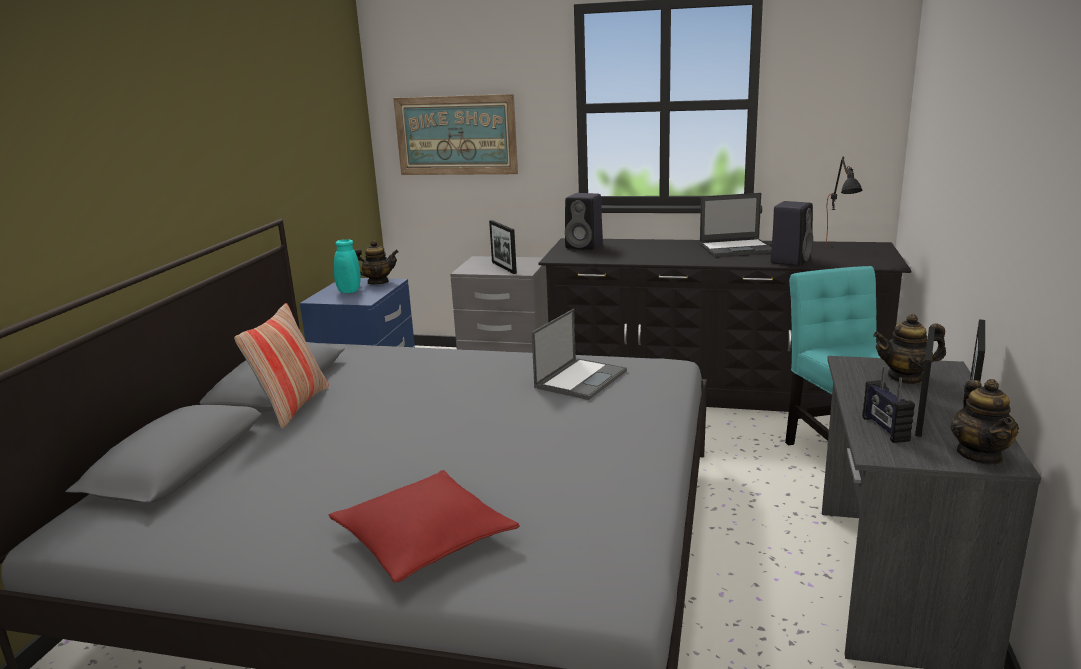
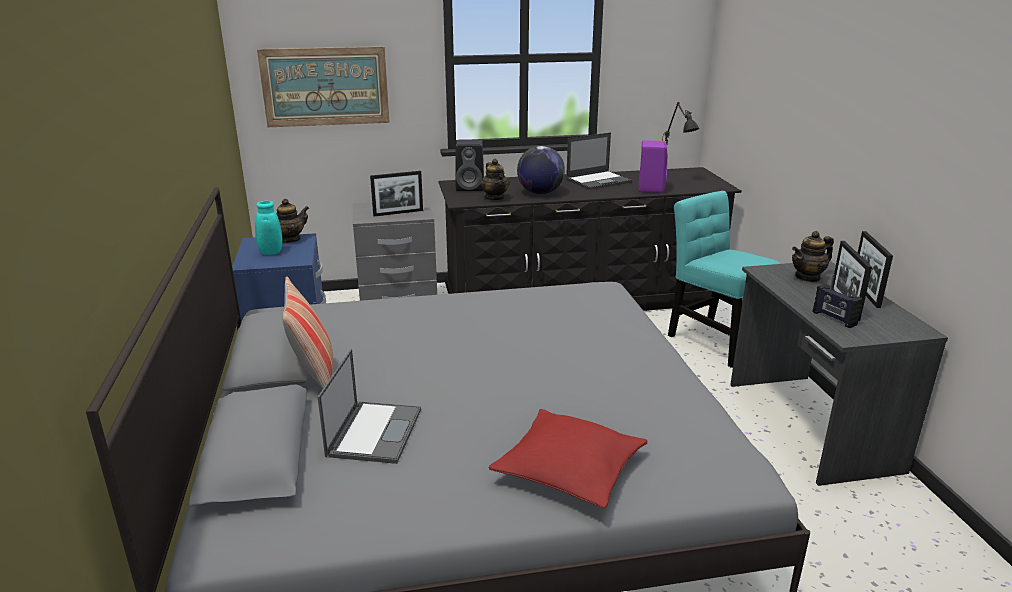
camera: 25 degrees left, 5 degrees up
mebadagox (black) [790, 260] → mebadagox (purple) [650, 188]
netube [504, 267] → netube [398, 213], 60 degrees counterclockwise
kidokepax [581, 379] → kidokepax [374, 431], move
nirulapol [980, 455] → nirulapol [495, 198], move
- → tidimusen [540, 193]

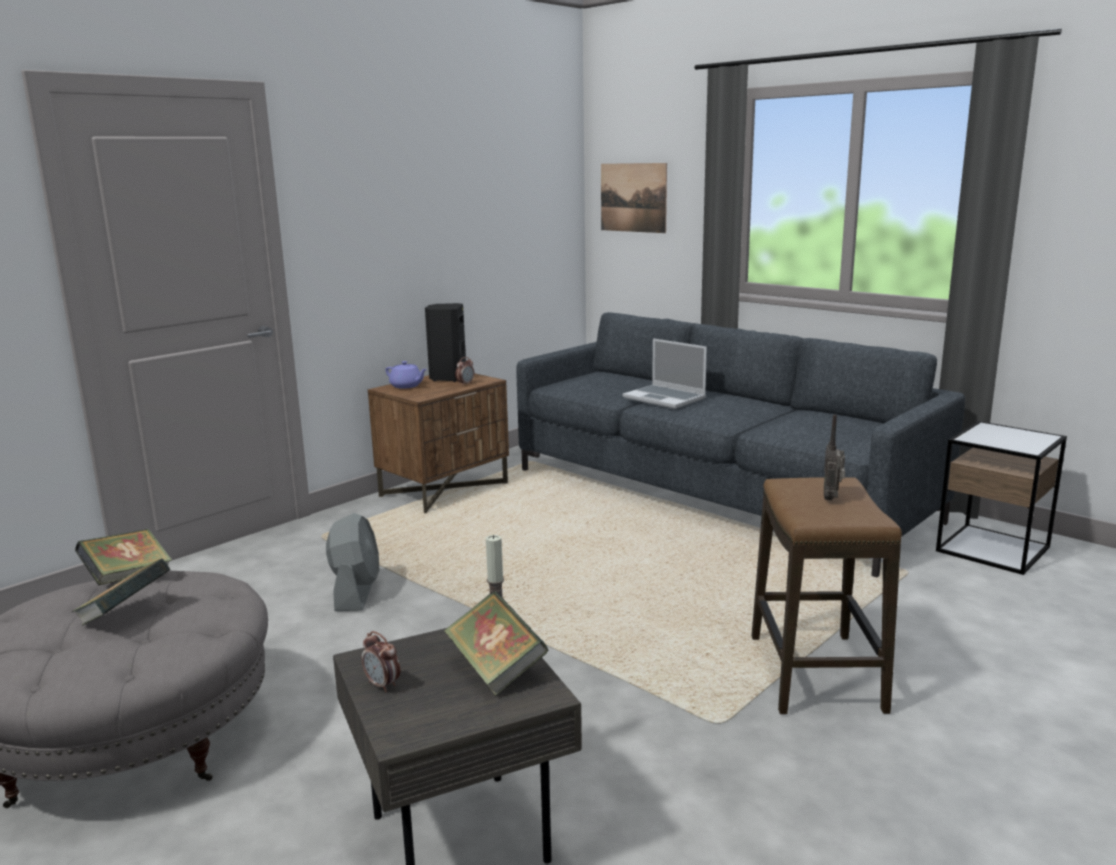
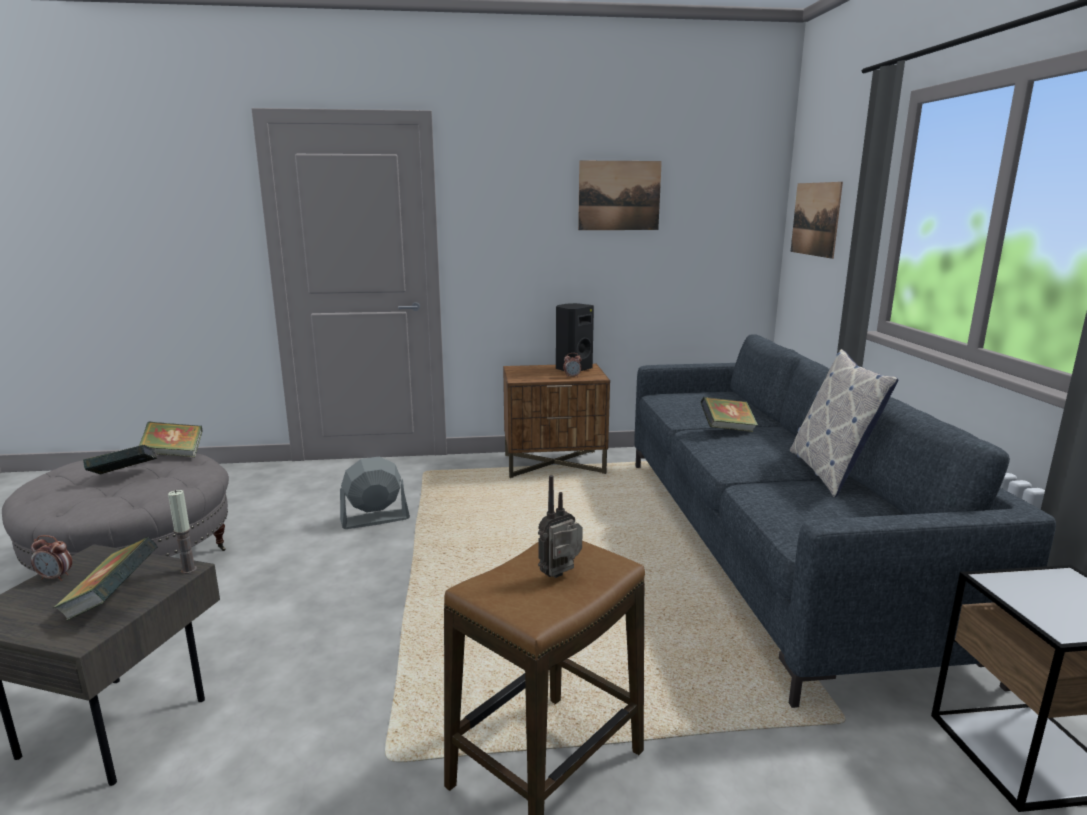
camera: 40 degrees right, 0 degrees up
kidokepax [665, 398] → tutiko [727, 429]
nirulapol (purple) [406, 386] → -
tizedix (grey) [356, 592] → tizedix (grey) [374, 519], 150 degrees counterclockwise
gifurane [382, 685] → gifurane [56, 577], 75 degrees counterclockwise
- → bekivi [619, 195]
- → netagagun [830, 472]

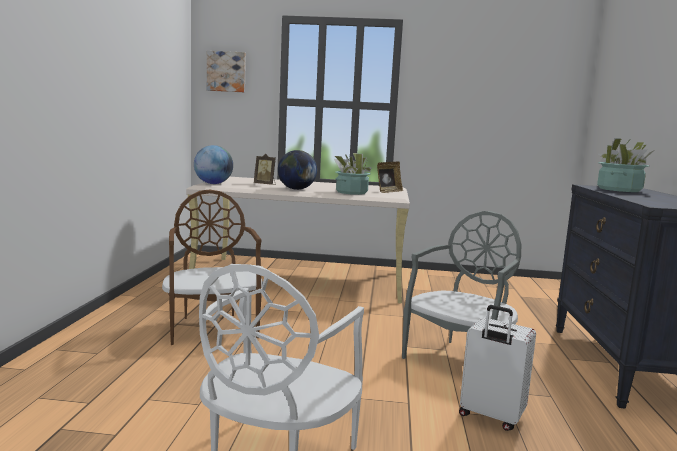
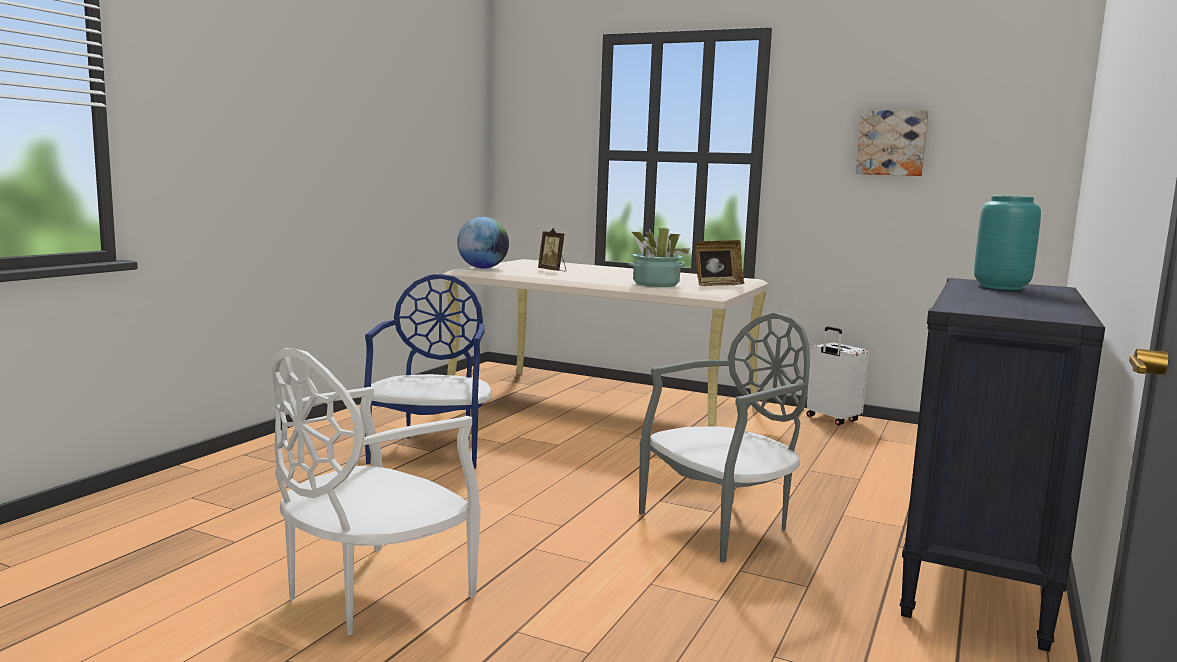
camera: 20 degrees right, 0 degrees up
bekivi [226, 72] → bekivi [891, 143], move
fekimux [619, 190] → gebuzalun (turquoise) [1001, 287]
tidimusen [296, 189] → -
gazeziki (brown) [212, 327] → gazeziki (blue) [431, 451]
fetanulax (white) [490, 417] → fetanulax (white) [832, 419], move

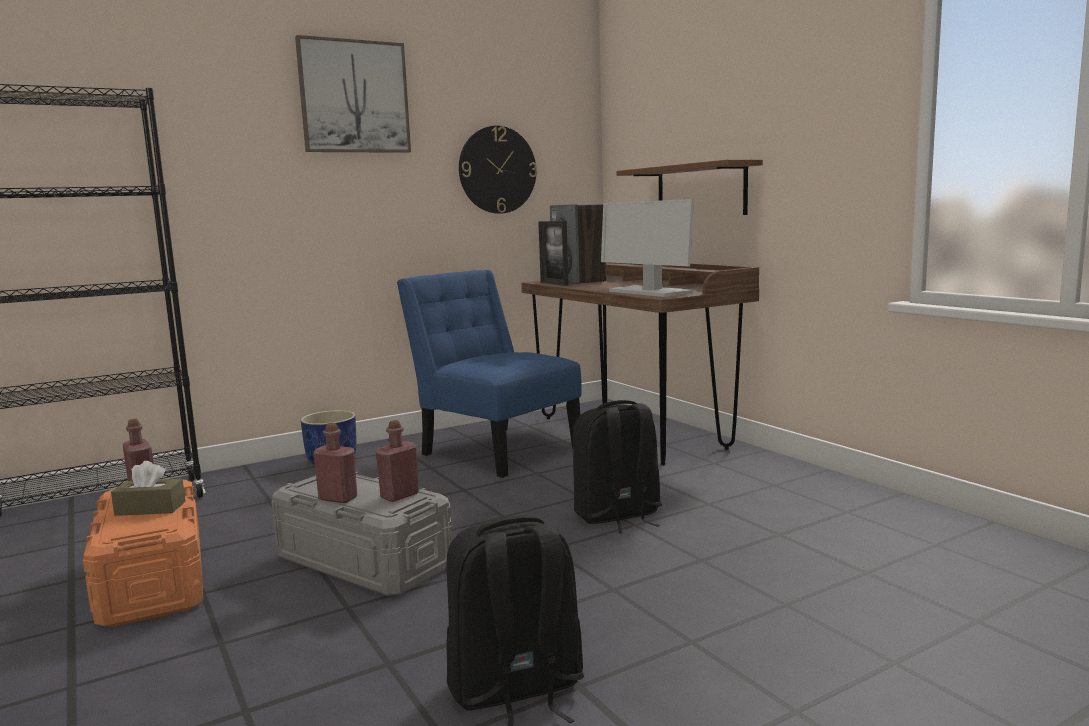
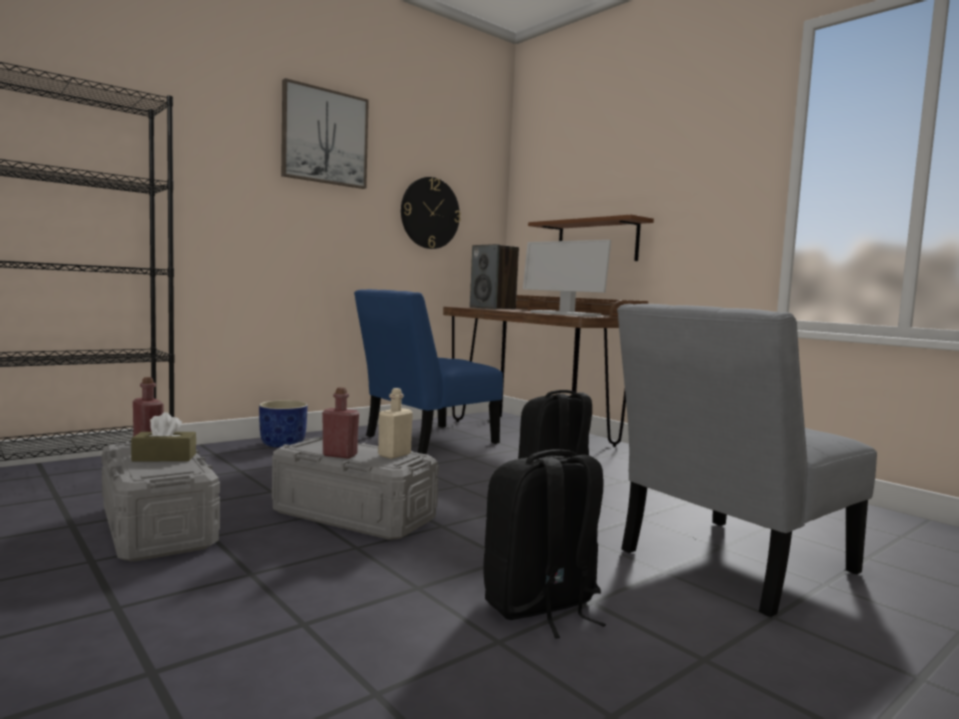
camera: 10 degrees left, 5 degrees down
netube [554, 284] → -
gazeziki (blue) [496, 450] → gazeziki (blue) [425, 441], 75 degrees counterclockwise
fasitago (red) [399, 495] → fasitago (beige) [394, 455]
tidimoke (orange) [153, 580] → tidimoke (grey) [158, 526]
- → gazeziki (grey) [729, 565]

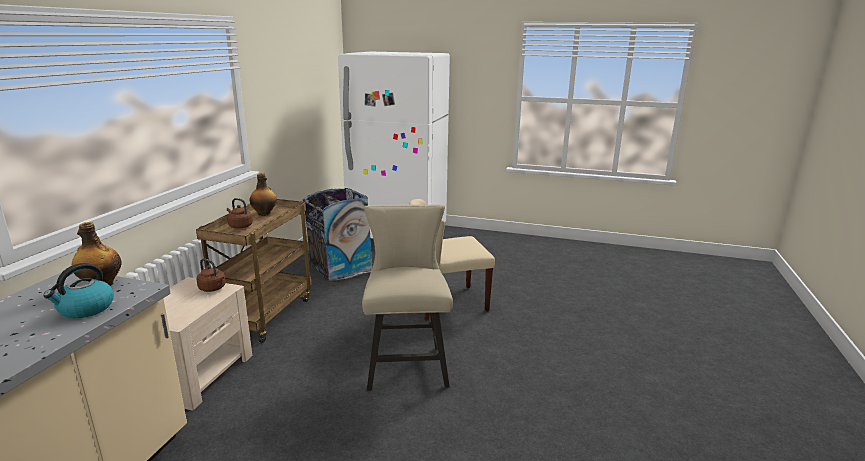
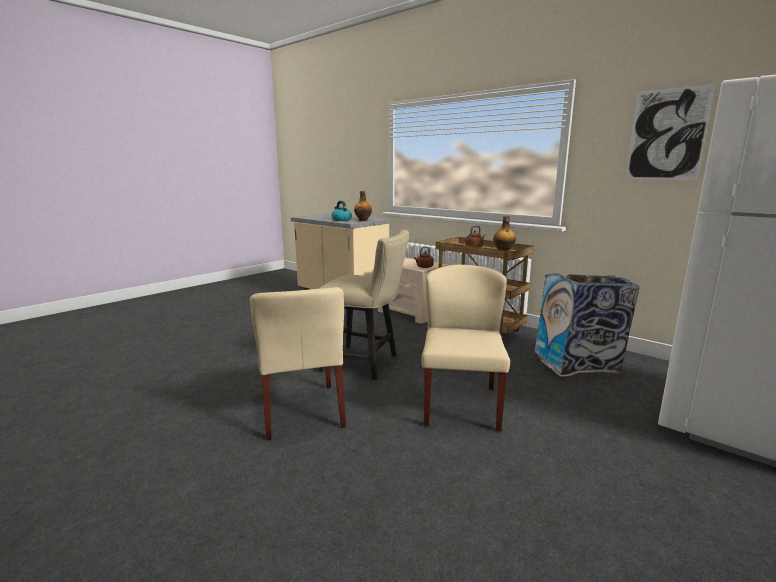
camera: 115 degrees right, 5 degrees down
- → bekivi [667, 134]
- → gazeziki (beige) [302, 411]

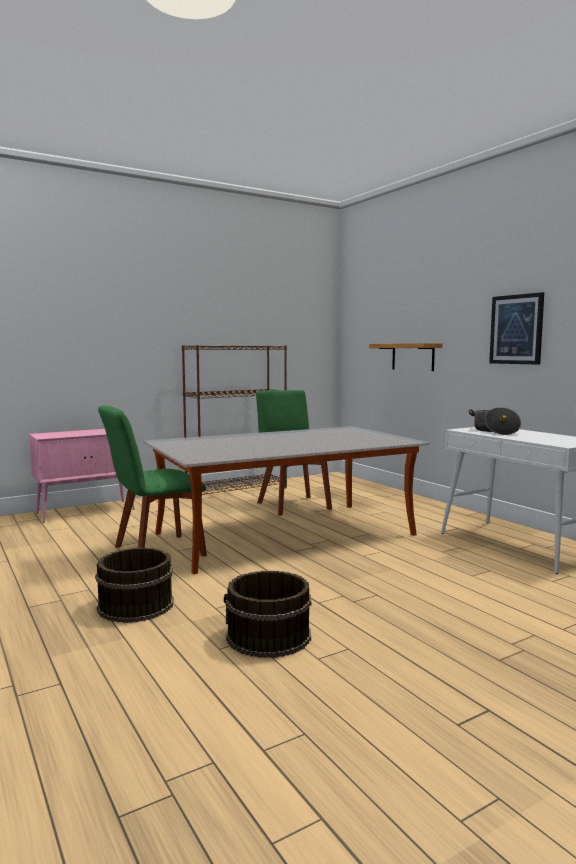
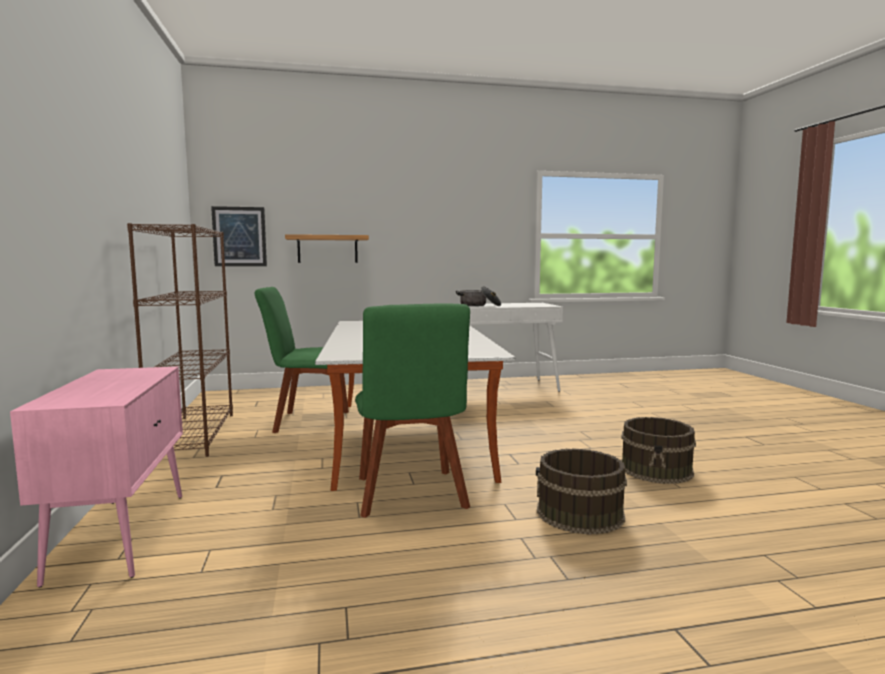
camera: 70 degrees left, 0 degrees up
bekivi [516, 329] → bekivi [239, 236], move

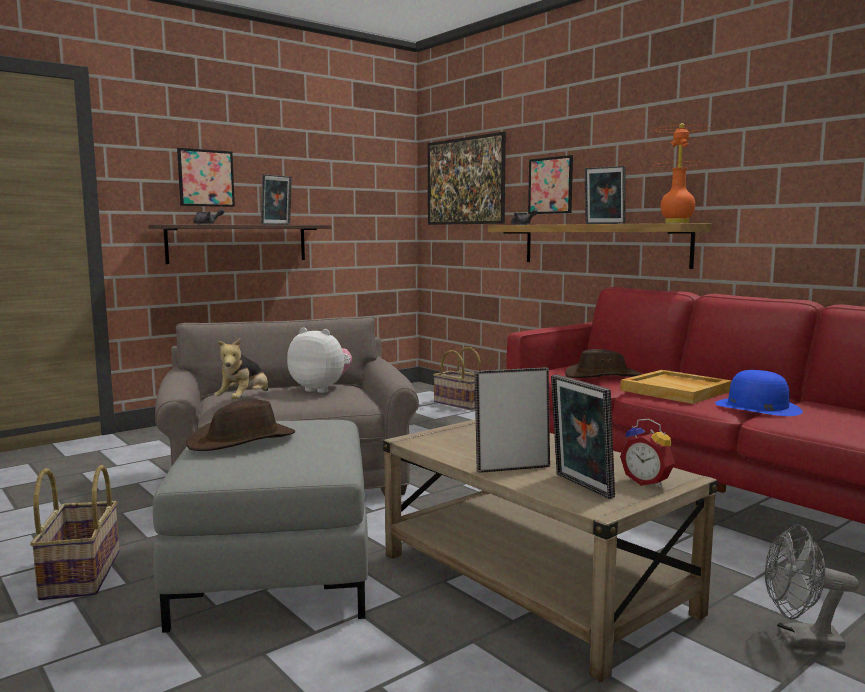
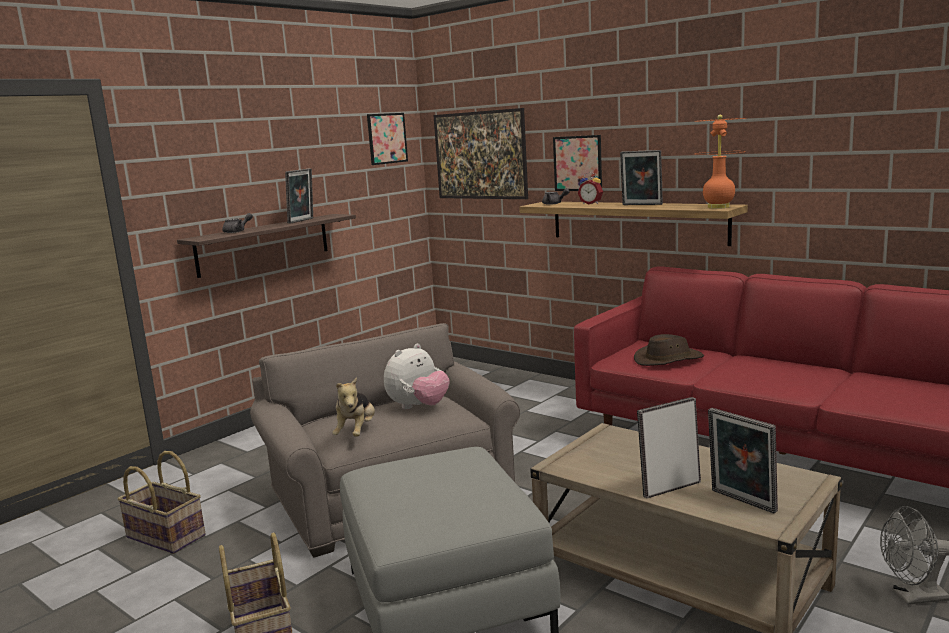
camera: 10 degrees left, 5 degrees up
bekivi [206, 178] → bekivi [387, 138], move
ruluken [321, 389] → ruluken [418, 407], 120 degrees clockwise
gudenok [459, 404] → gudenok [164, 537], move
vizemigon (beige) [677, 390] → -
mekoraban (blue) [757, 407] → -
mekoraban (brown) [242, 441] → -
gifurane [648, 482] → gifurane [591, 203], move

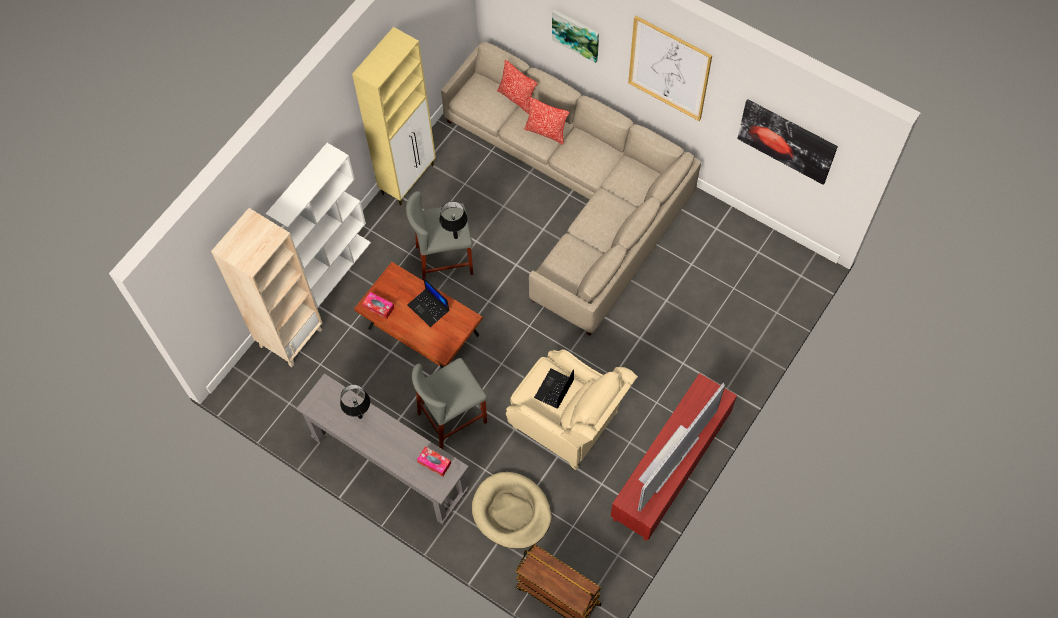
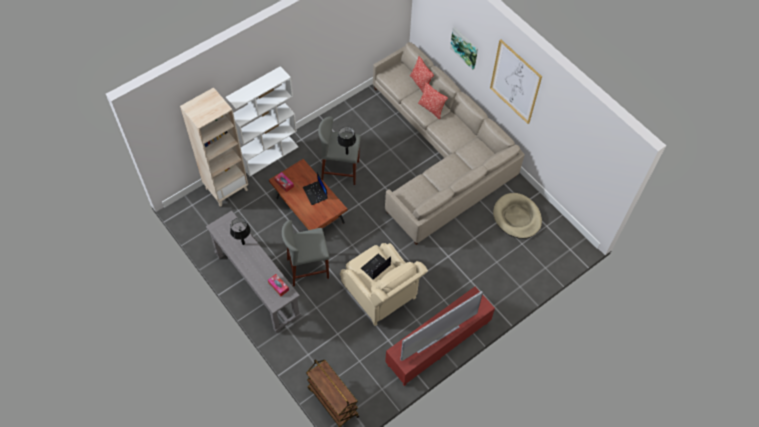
camera: 15 degrees right, 5 degrees down
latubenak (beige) [408, 179] → -
bekivi [786, 141] → -
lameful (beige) [511, 512] → lameful (beige) [517, 217], move

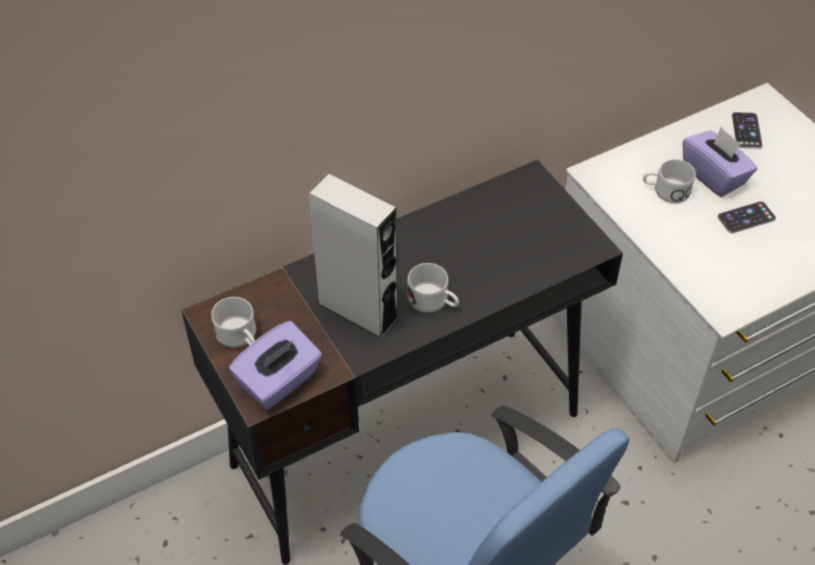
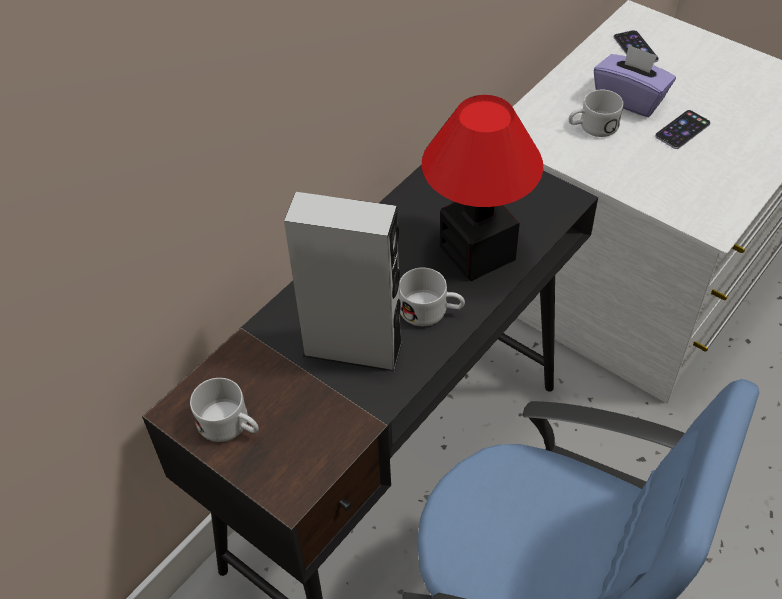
camera: 20 degrees left, 0 degrees up
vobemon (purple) [279, 381] → -
- → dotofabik [476, 252]

